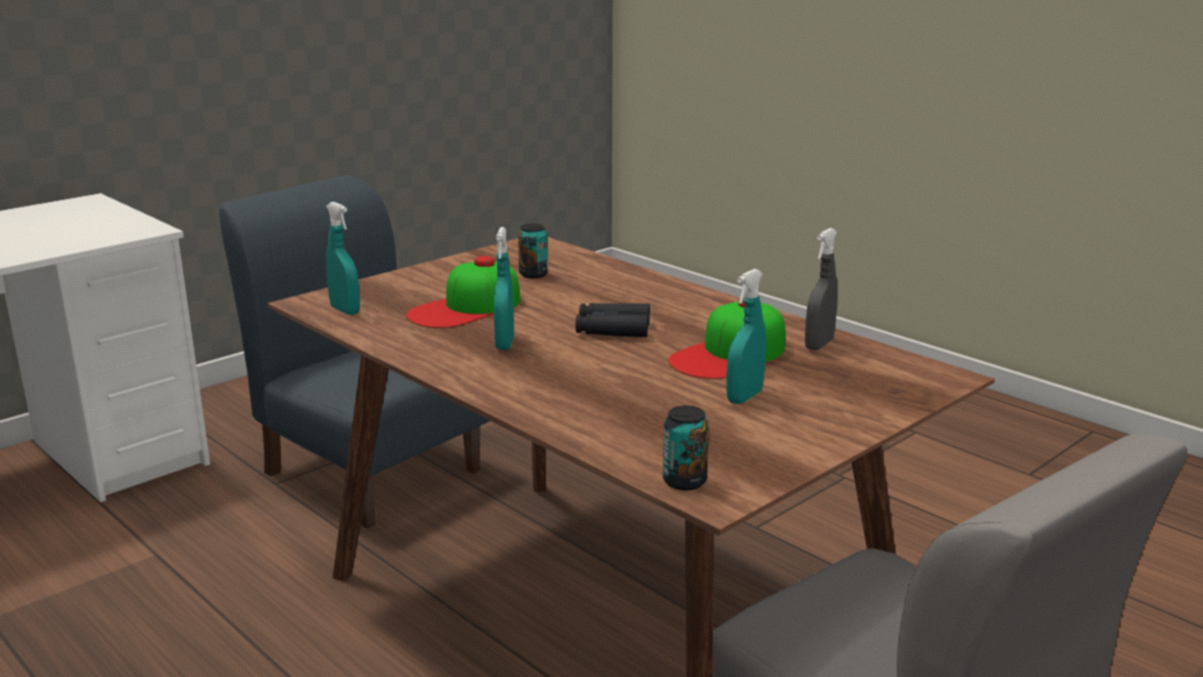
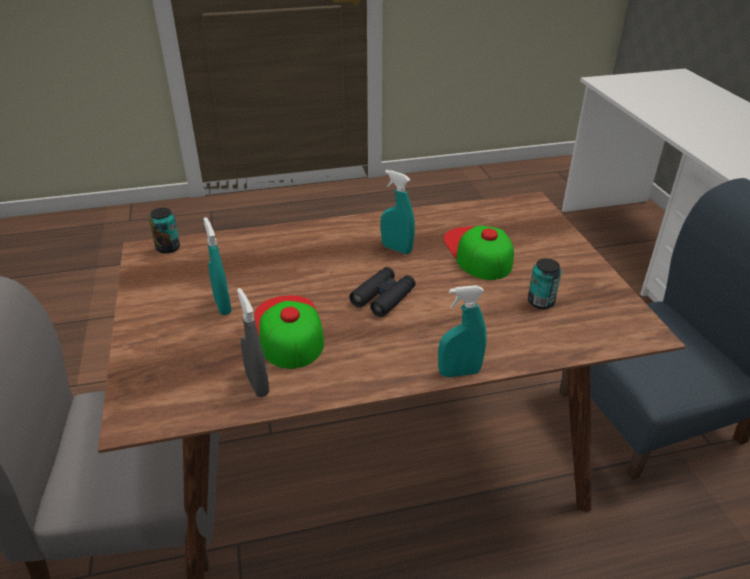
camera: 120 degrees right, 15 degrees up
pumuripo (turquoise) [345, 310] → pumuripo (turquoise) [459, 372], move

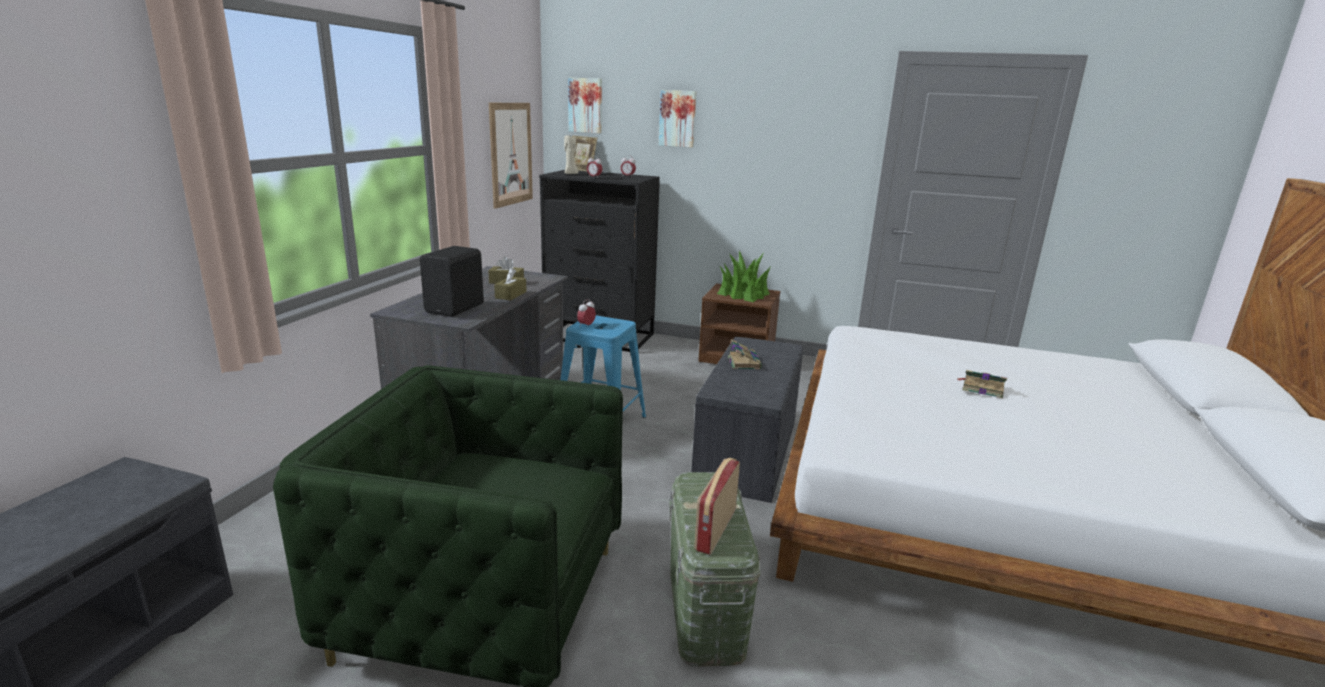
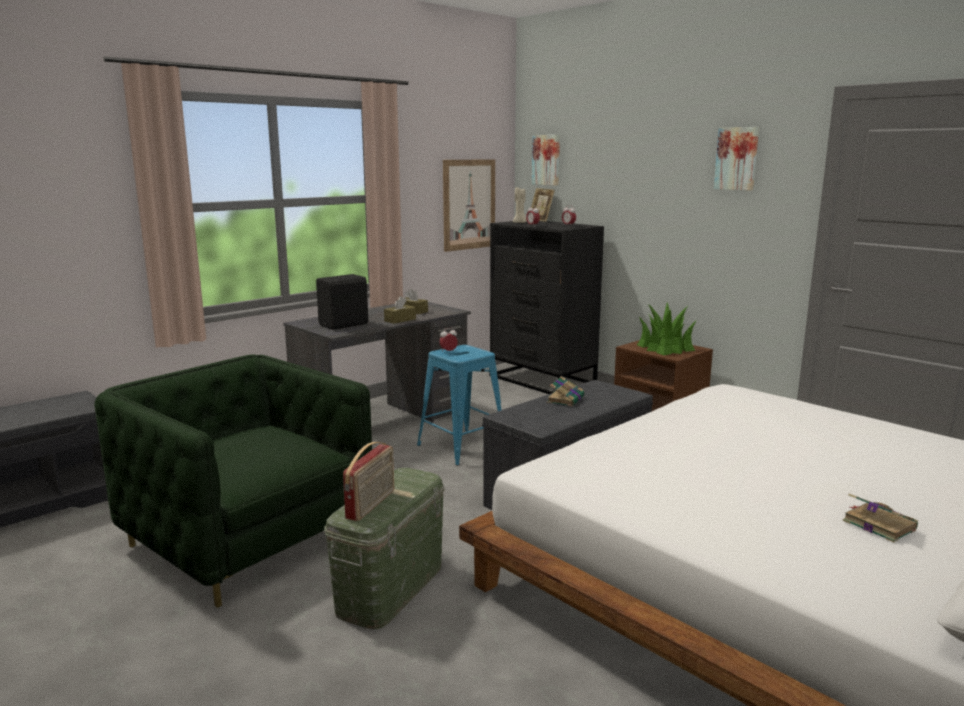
camera: 30 degrees right, 5 degrees down
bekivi [677, 118] → bekivi [737, 158], move
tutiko [981, 388] → tutiko [877, 524], move
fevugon [714, 529] → fevugon [371, 505], 150 degrees clockwise

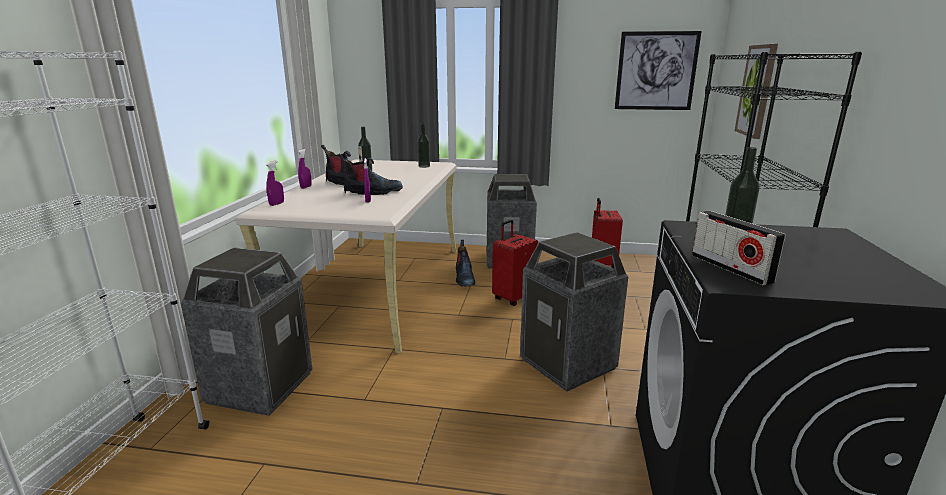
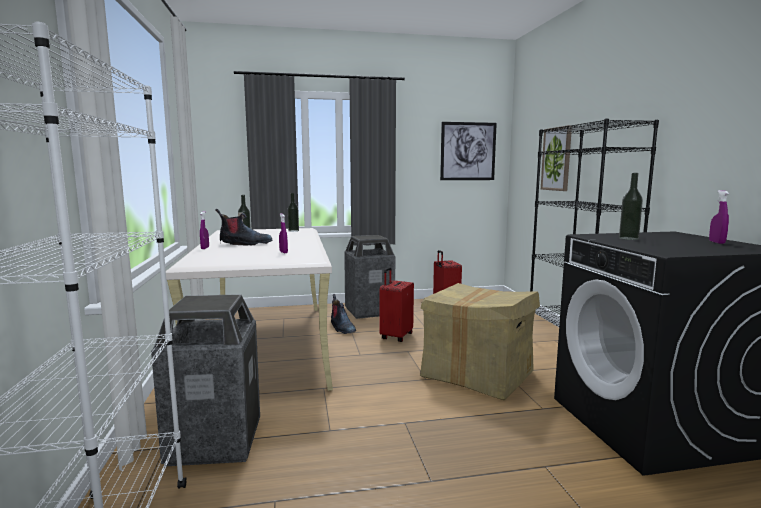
camera: 20 degrees left, 10 degrees down
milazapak [372, 192] → -
pumuripo (purple) [277, 204] → pumuripo (purple) [716, 242], move
fevugon [730, 268] → -
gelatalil [568, 364] → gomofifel [478, 374]

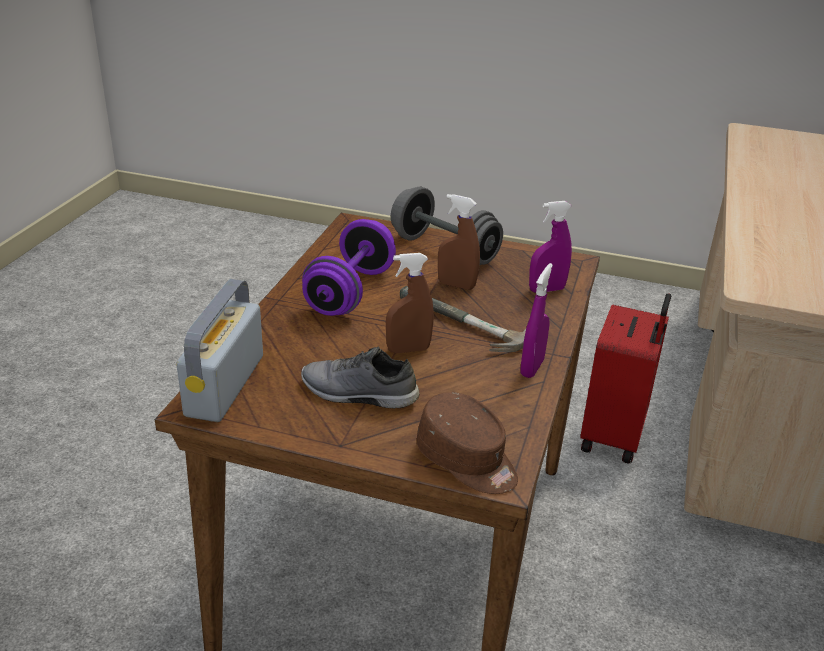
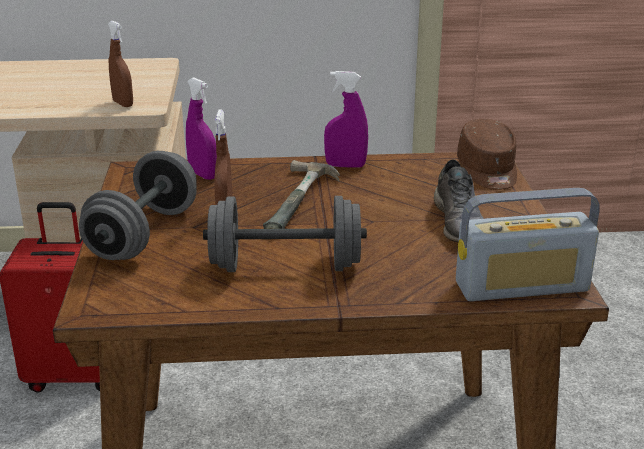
camera: 110 degrees left, 5 degrees down
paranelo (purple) [350, 292] → paranelo (grey) [285, 266]
pumuripo (brown) [408, 349] → pumuripo (brown) [123, 104], move
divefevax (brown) [467, 461] → divefevax (brown) [488, 171], 150 degrees clockwise

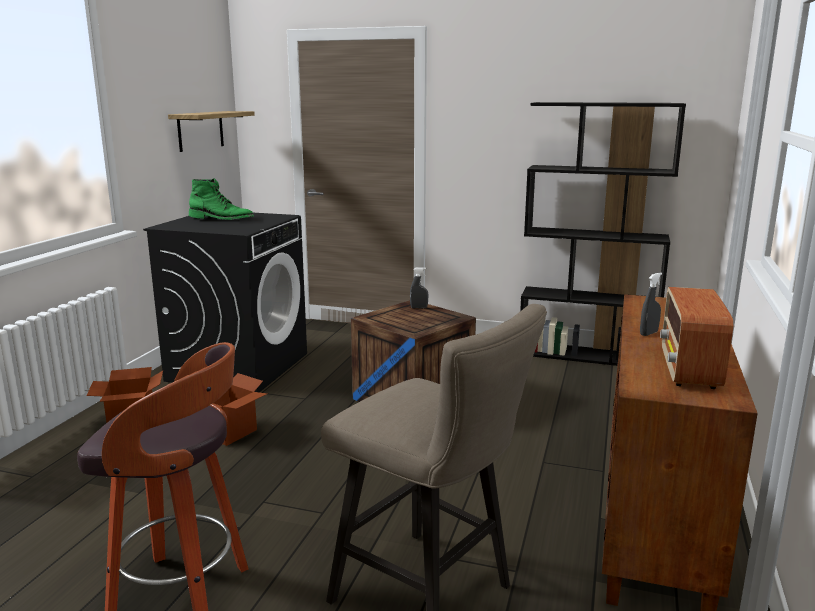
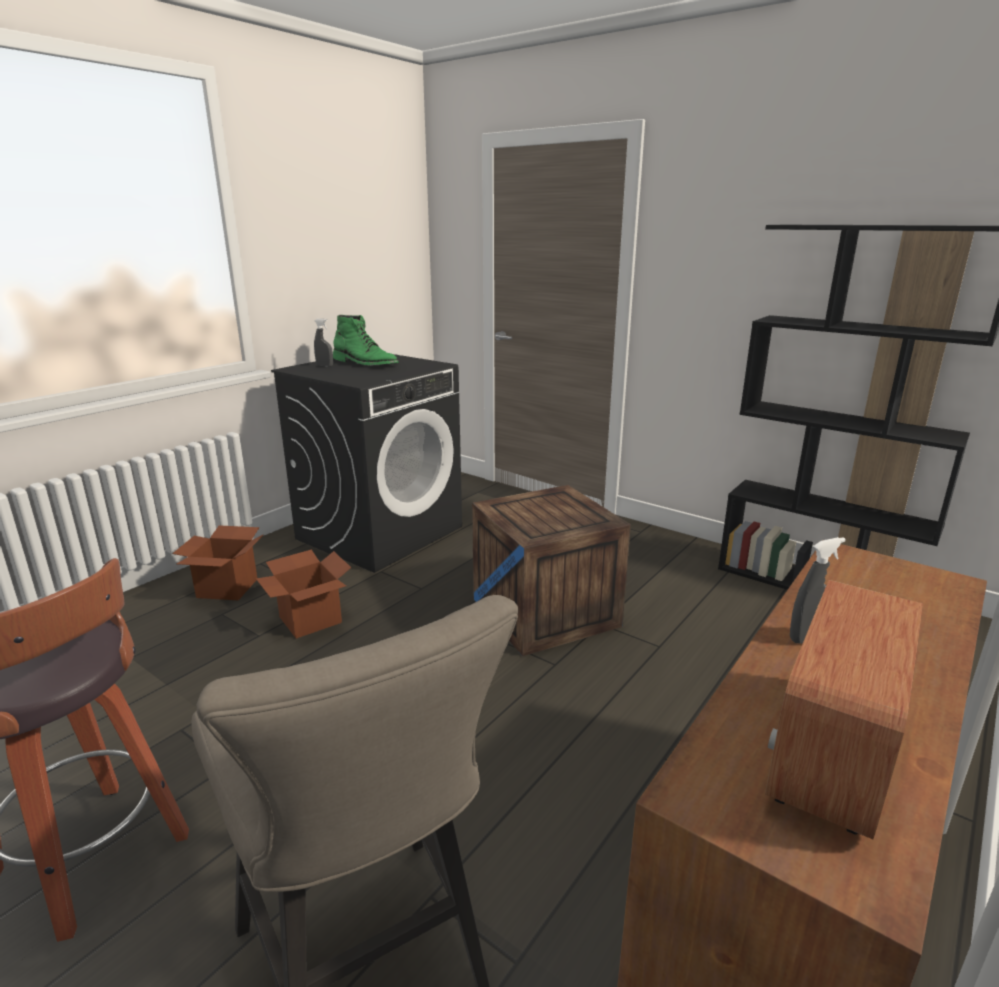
camera: 20 degrees right, 5 degrees up
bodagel [200, 130] → -
pumuripo (grey) [419, 308] → pumuripo (grey) [324, 366], move

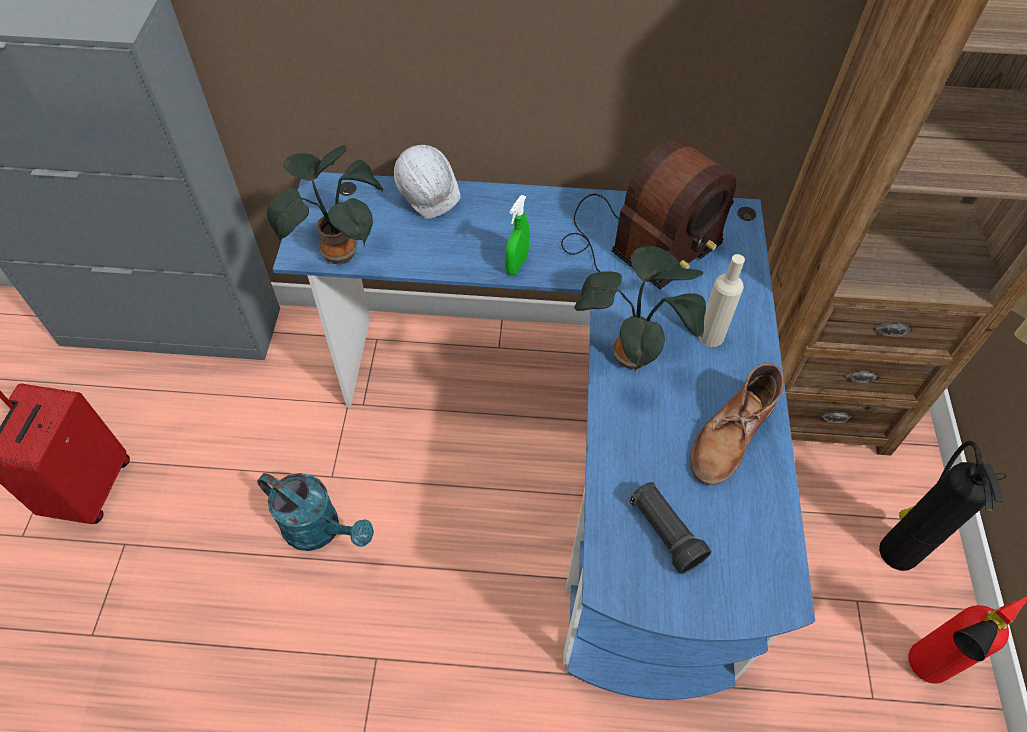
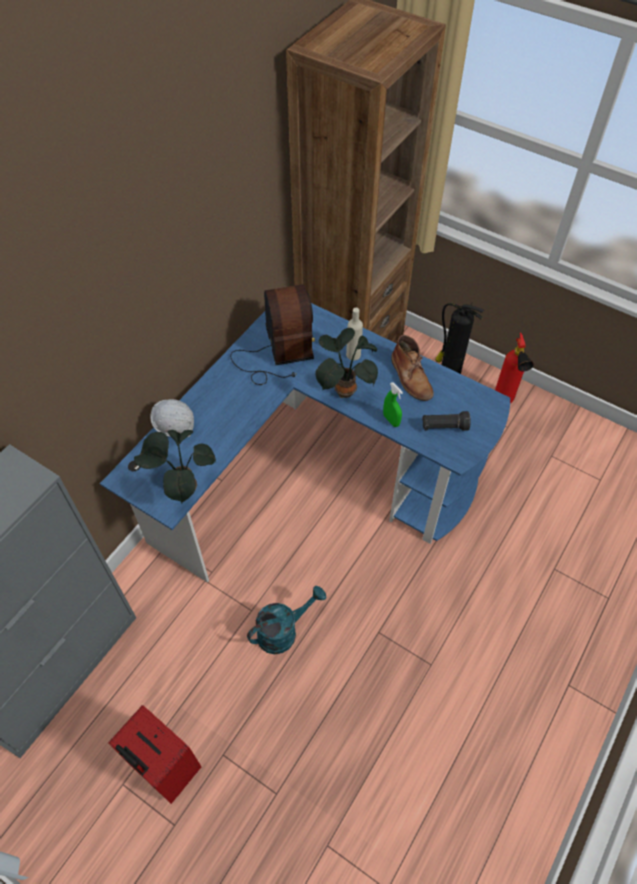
camera: 60 degrees left, 0 degrees up
pumuripo (green) [516, 265] → pumuripo (green) [391, 420], move

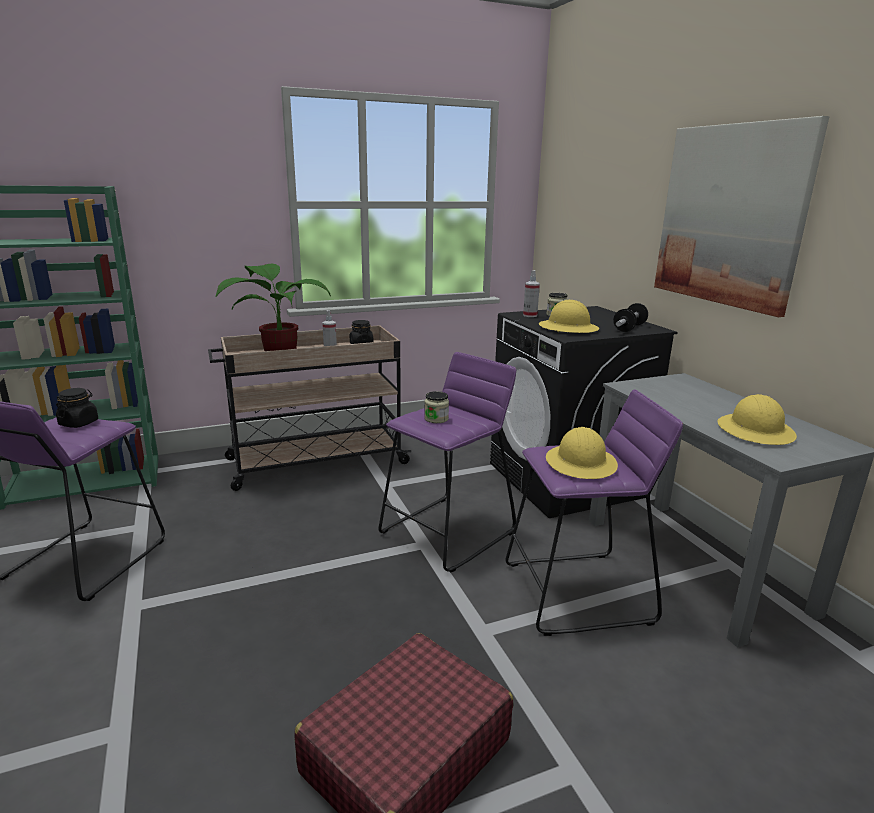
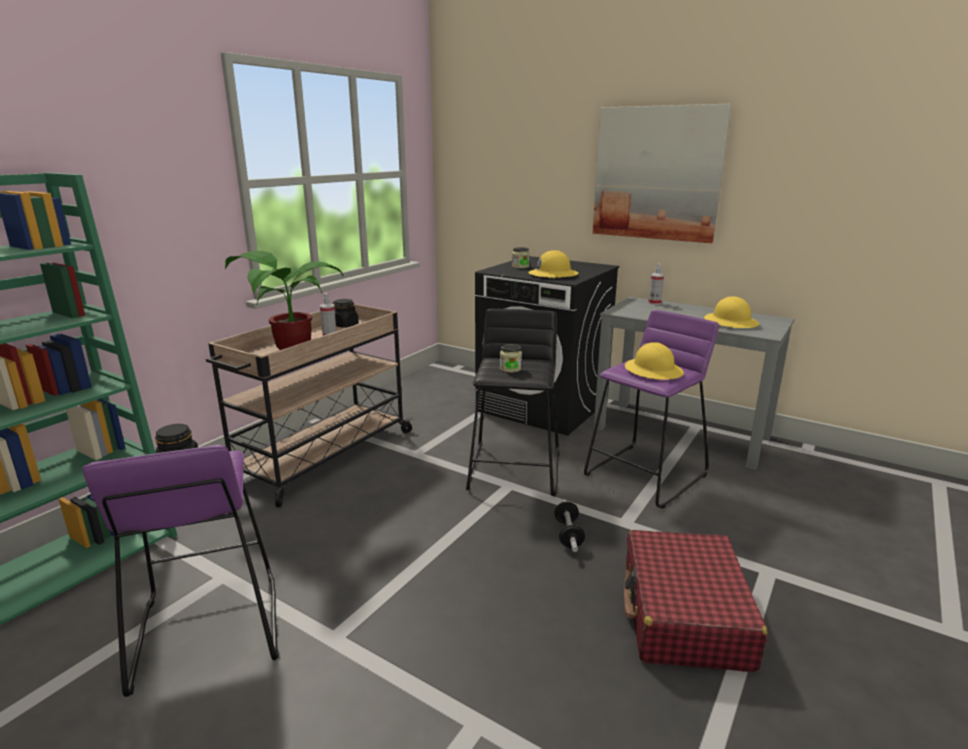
camera: 35 degrees left, 0 degrees up
pumuripo [530, 315] → pumuripo [654, 303], move
paranelo [629, 328] → paranelo [568, 534], move
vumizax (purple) [448, 533] → vumizax (black) [515, 470]

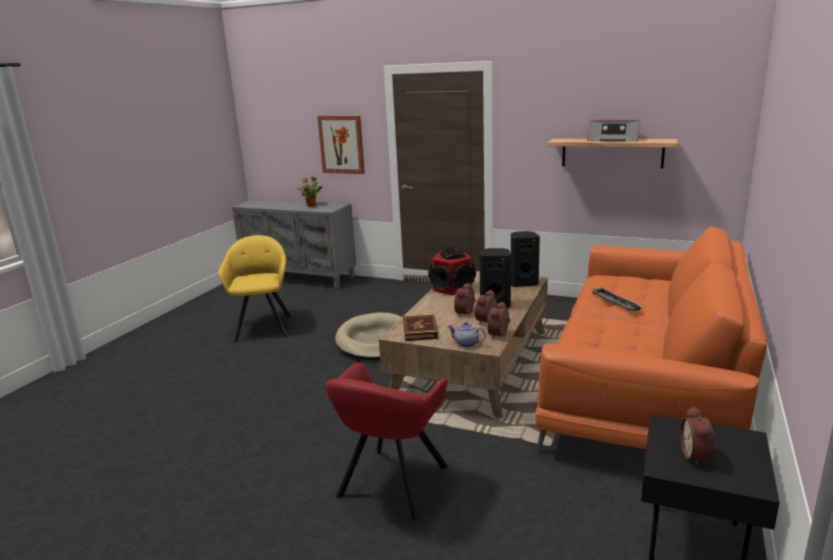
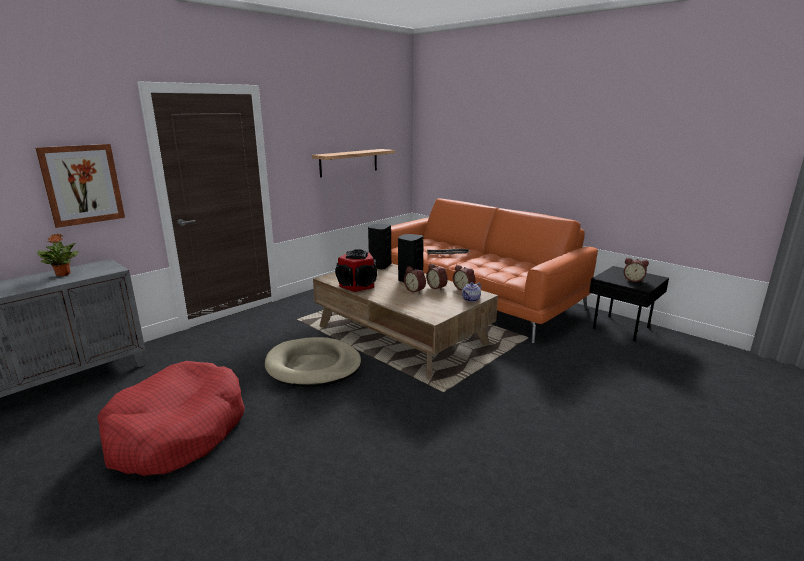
camera: 70 degrees left, 0 degrees up
fevugon [614, 140] → -
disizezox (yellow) [263, 327] → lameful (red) [177, 431]
tutiko [420, 330] → -
disizezox (red) [390, 485] → -

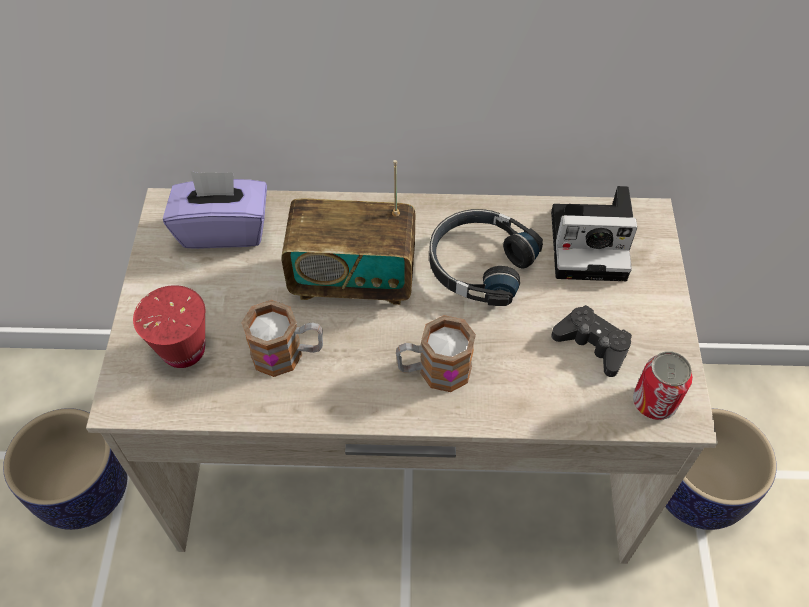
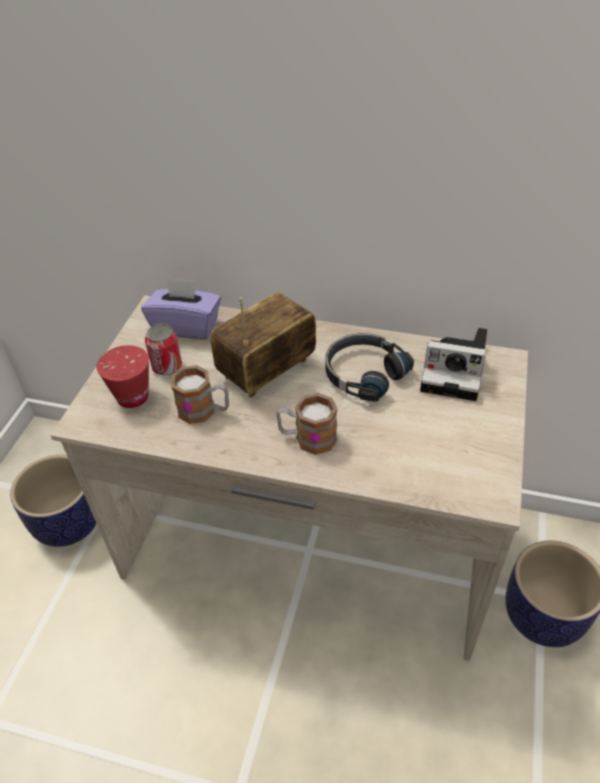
camera: 15 degrees right, 10 degrees down
fevugon [353, 279] → fevugon [267, 370], 120 degrees clockwise
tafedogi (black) [592, 344] → -
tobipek [654, 402] → tobipek [167, 366], move

